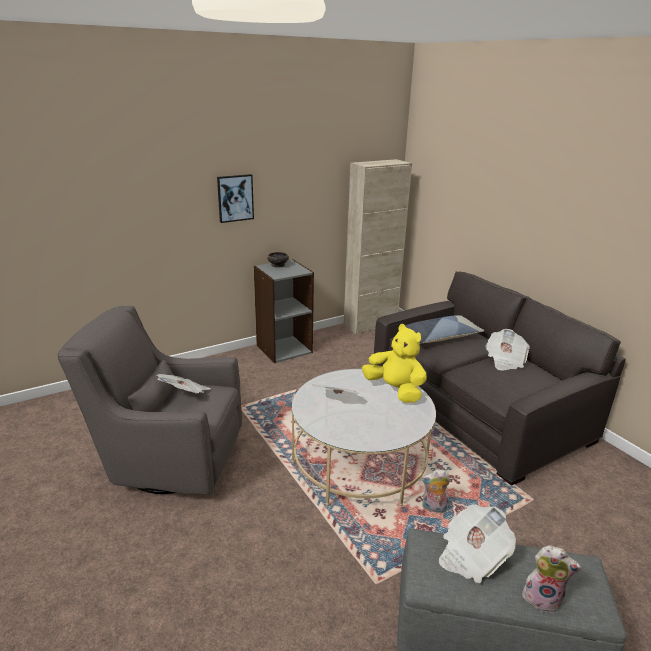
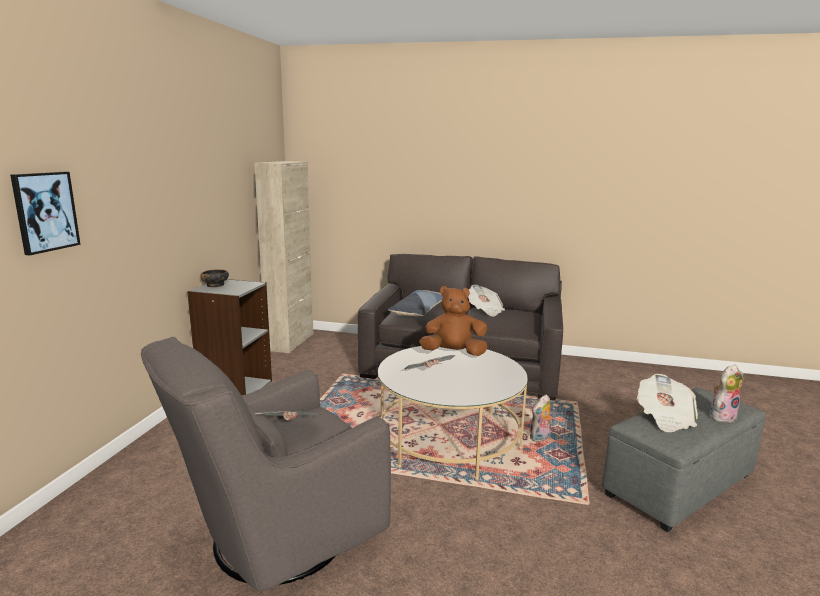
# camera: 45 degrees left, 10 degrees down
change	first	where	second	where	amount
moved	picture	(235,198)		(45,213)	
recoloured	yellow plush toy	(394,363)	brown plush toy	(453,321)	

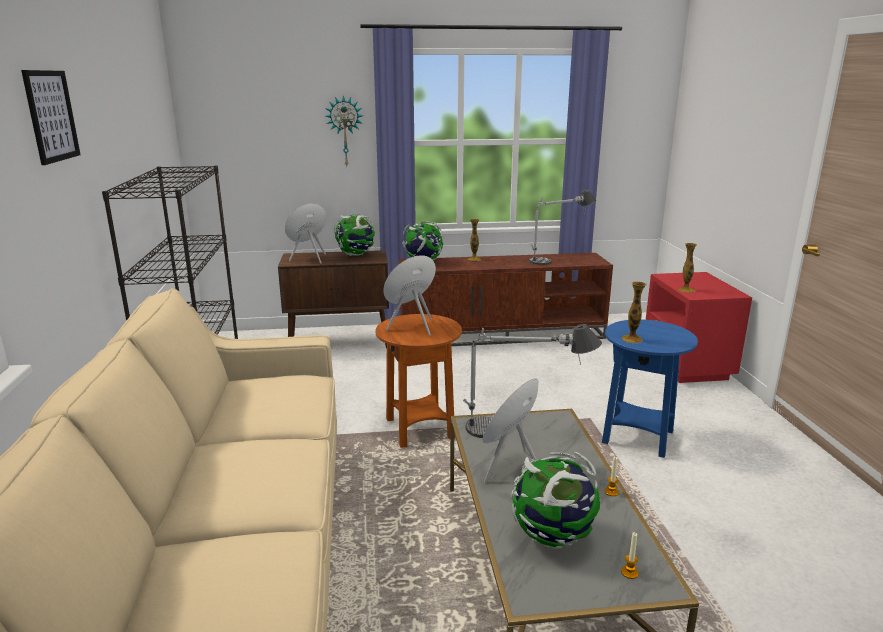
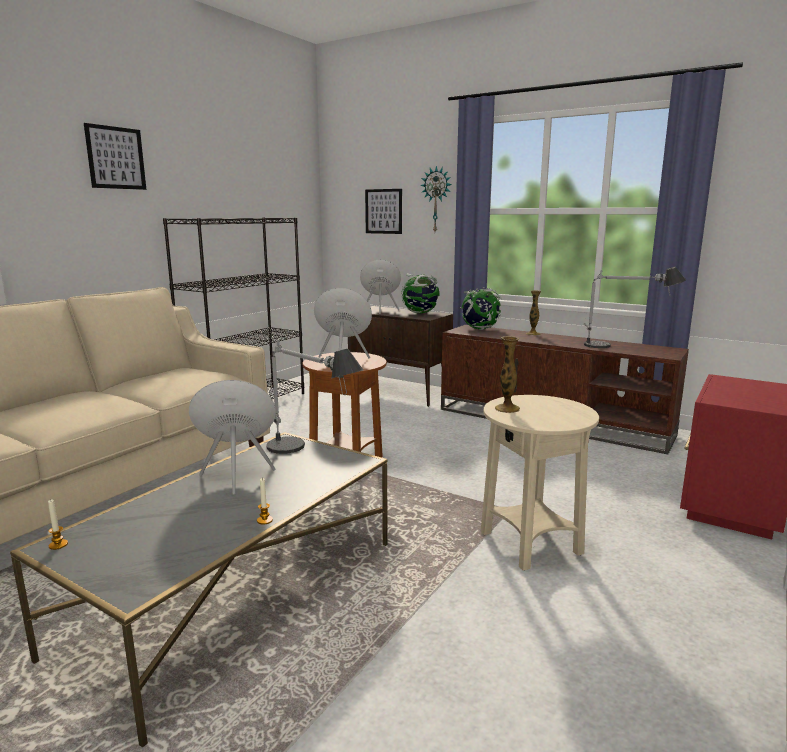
# camera: 40 degrees right, 5 degrees down
change	first	where	second	where	amount
removed	globe	(555,500)			
recoloured	blue side table	(650,388)	beige side table	(540,483)	
moved	candle	(630,555)		(58,524)	
removed	vase	(687,267)			
added			picture	(383,211)	

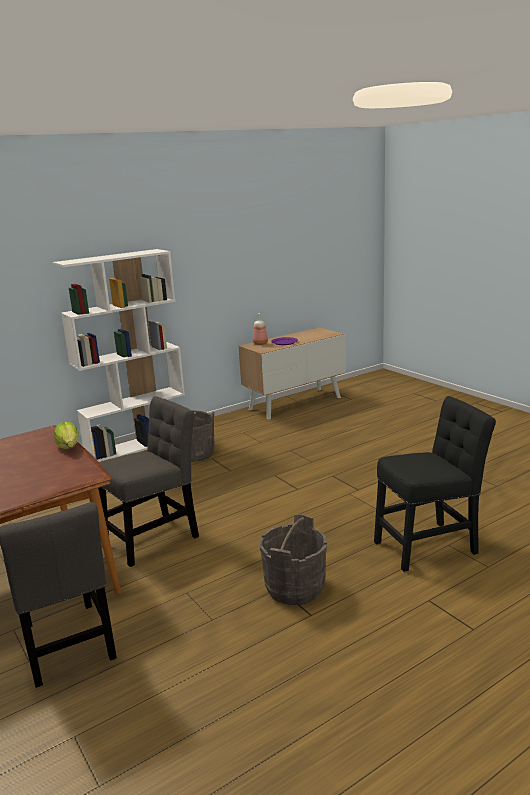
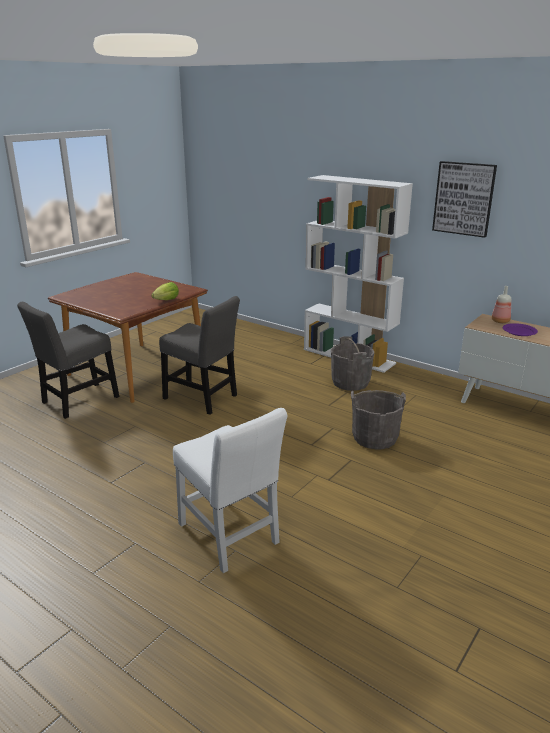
# camera: 70 degrees right, 5 degrees up
change	first	where	second	where	amount
moved	grey bucket	(293,559)		(378,420)	
recoloured	black chair	(435,484)	white chair	(230,490)	
added			picture	(464,199)	

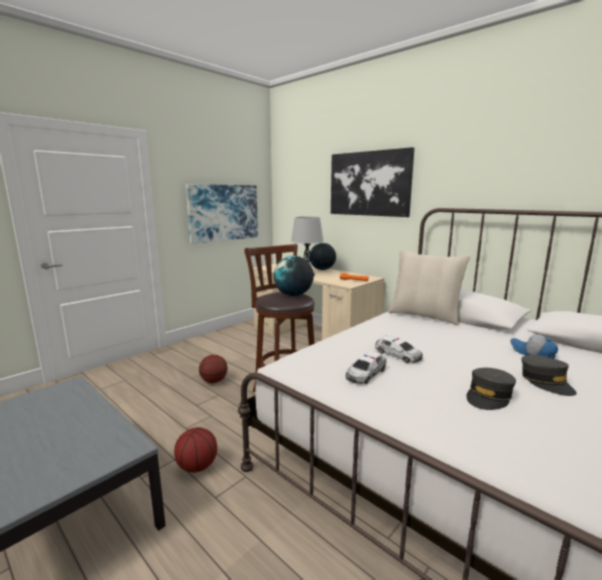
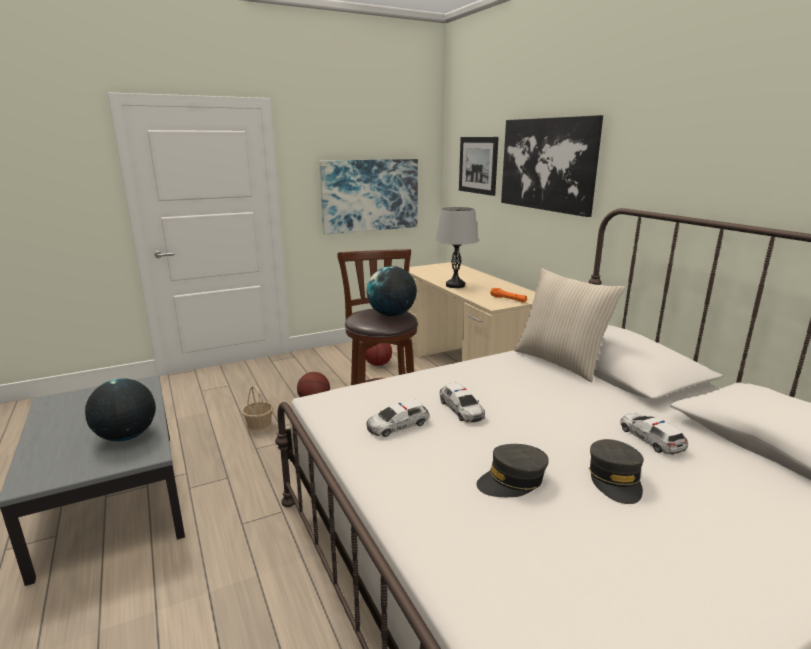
# camera: 20 degrees right, 5 degrees up
change	first	where	second	where	amount
moved	basketball	(195,450)		(378,354)	
moved	globe	(322,256)		(120,409)	
replaced	cap	(534,346)	toy car	(654,434)	
added			basket	(257,409)	
added			picture	(479,166)	

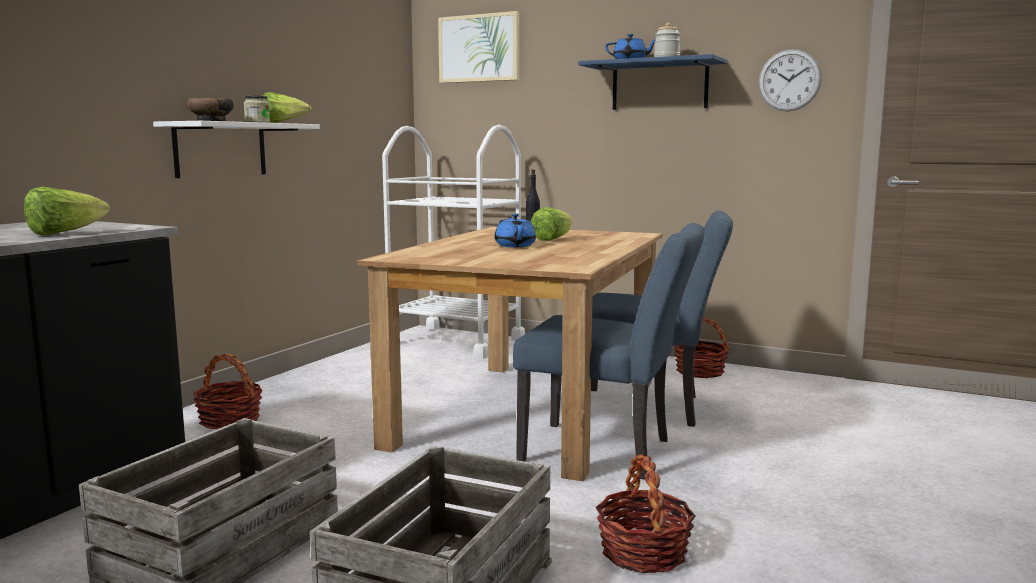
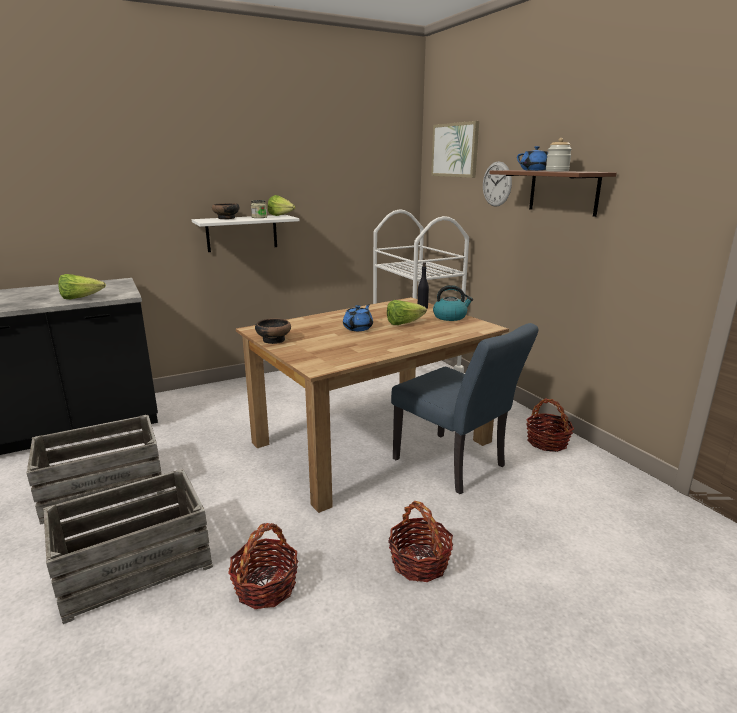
# camera: 35 degrees right, 10 degrees up
change	first	where	second	where	amount
moved	basket	(228,391)		(420,541)	
removed	blue chair	(608,351)			
recoloured	blue shelf	(652,82)	brown shelf	(553,193)	
moved	wall clock	(790,80)		(497,184)	
added			bowl	(273,331)	
added			kettle	(453,303)	

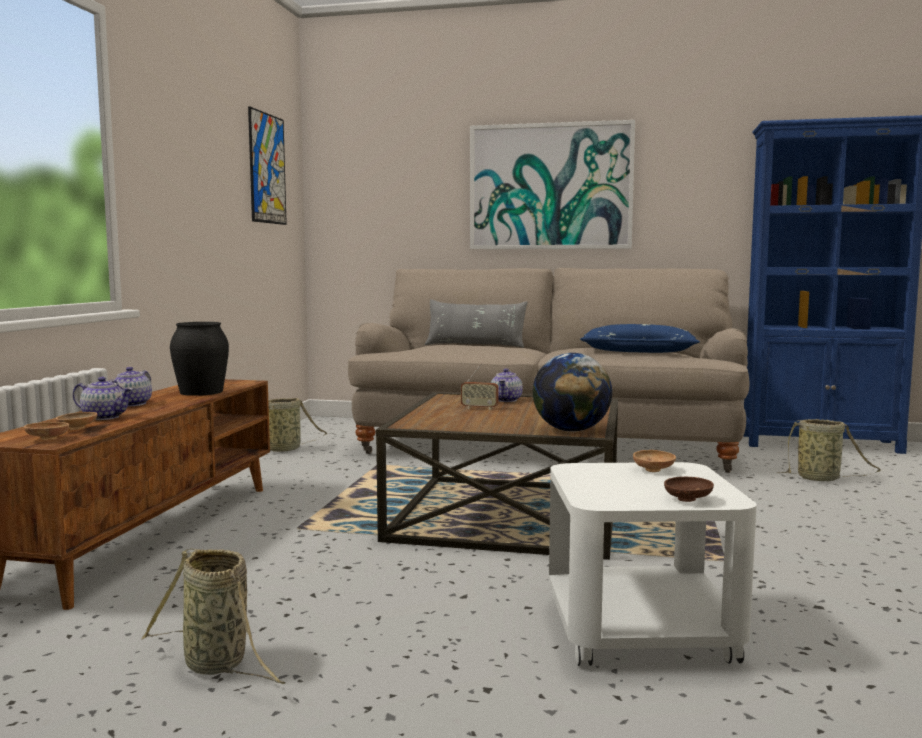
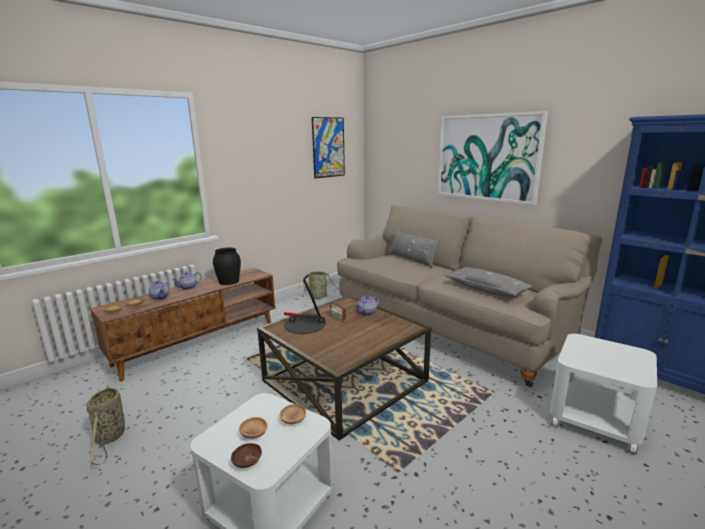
# camera: 35 degrees right, 10 degrees up
change	first	where	second	where	amount
removed	globe	(572,392)			
recoloured	blue pillow	(640,338)	grey pillow	(489,282)	
replaced	basket	(828,450)	white side table	(603,394)	
added			brown bowl	(253,428)	
added			table lamp	(305,304)	

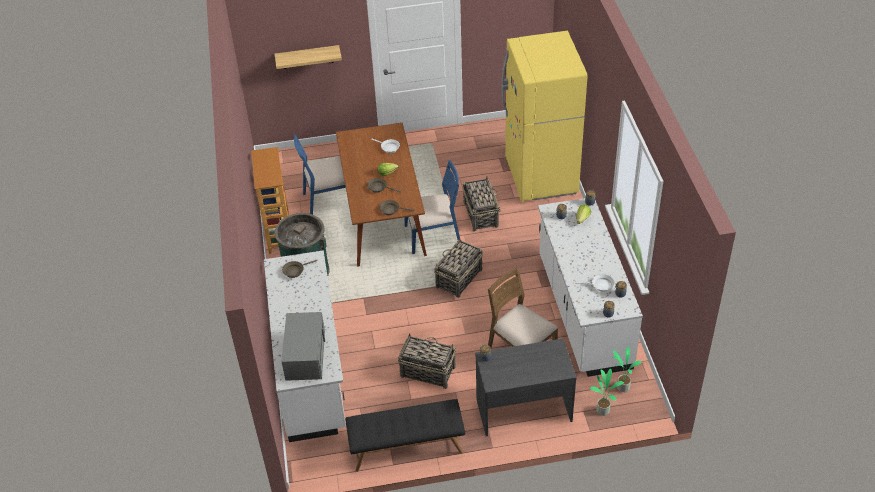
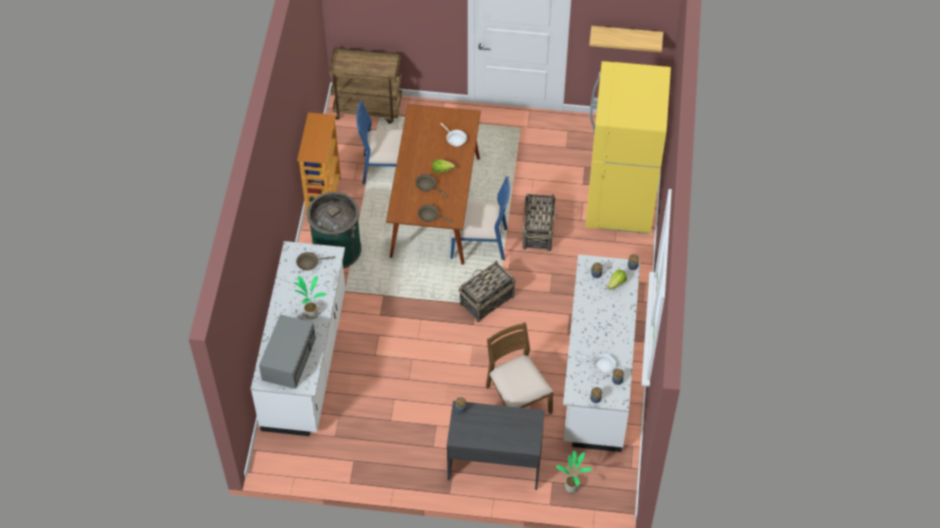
# camera: 15 degrees right, 10 degrees up
change	first	where	second	where	amount
moved	shelf	(308,57)		(626,39)	
removed	black bench	(405,435)			
removed	basket	(427,361)			
moved	potted plant	(627,369)		(309,297)	
added			brown cart	(365,85)	

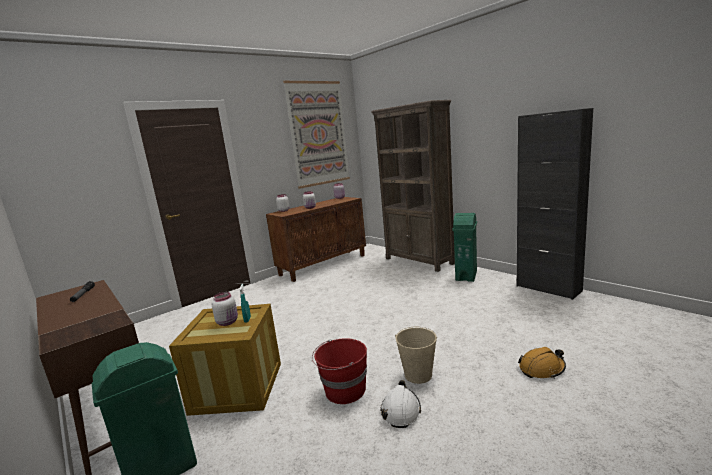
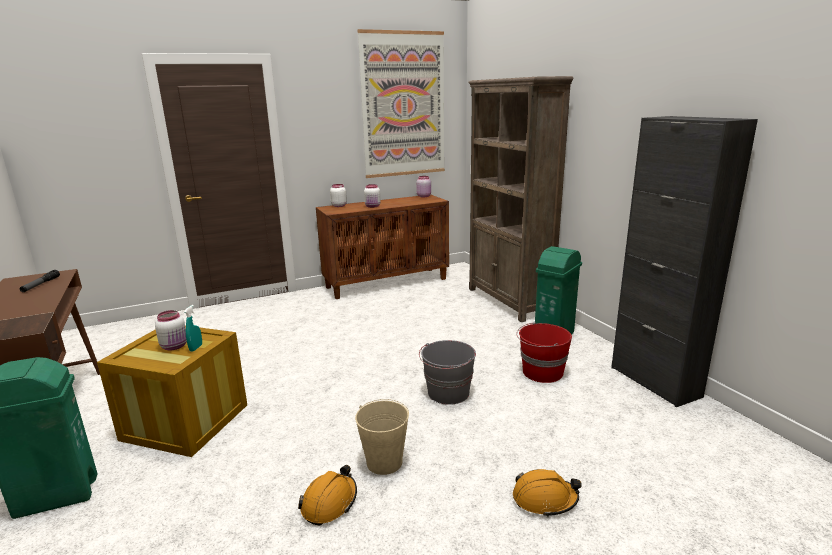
# camera: 15 degrees right, 5 degrees up
change	first	where	second	where	amount
moved	red bucket	(339,371)		(544,352)	
recoloured	white hard hat	(401,404)	orange hard hat	(327,495)	
added			grey bucket	(447,372)	

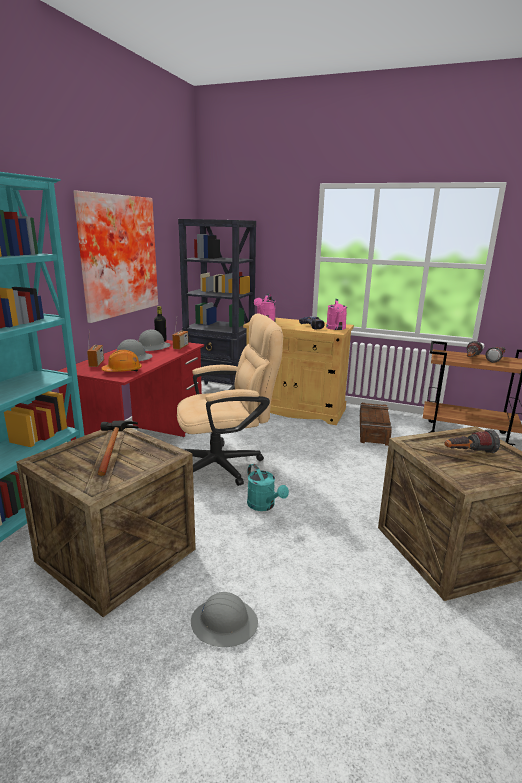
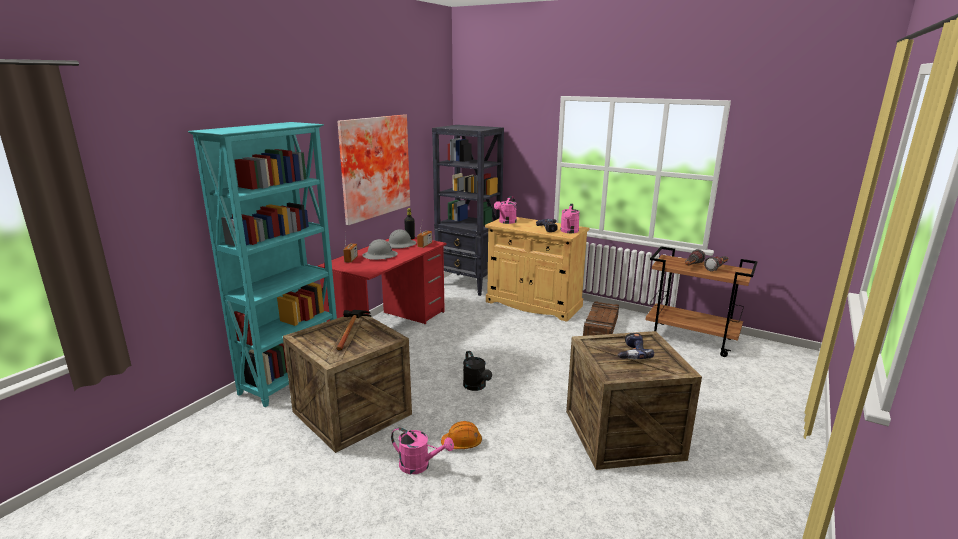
# camera: 10 degrees right, 0 degrees up
change	first	where	second	where	amount
moved	orange hard hat	(121,361)		(461,435)	
removed	beige office chair	(230,399)			
replaced	grey hard hat	(224,619)	pink watering can	(422,450)	
recoloured	turquoise watering can	(268,487)	black watering can	(477,371)	
replaced	flashlight	(472,441)	power drill	(636,346)	

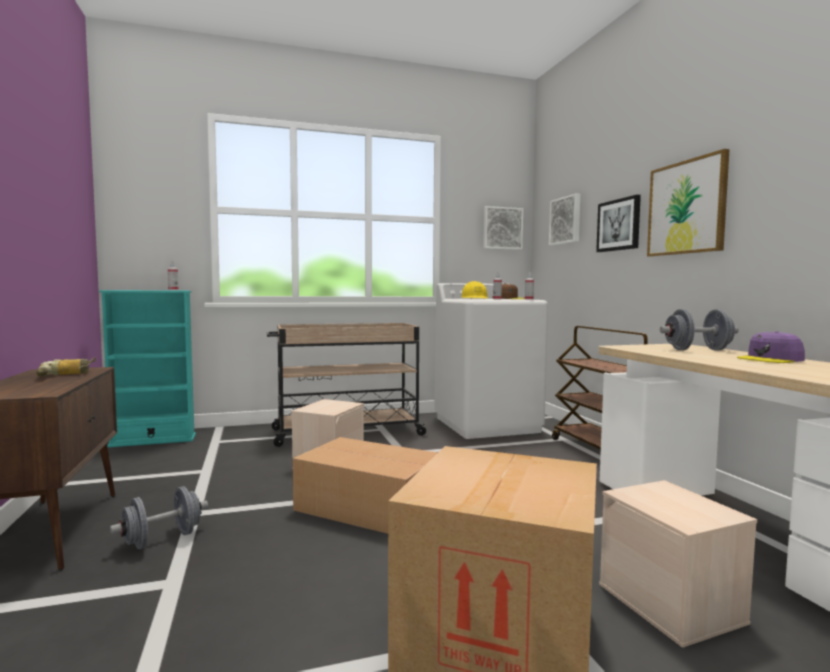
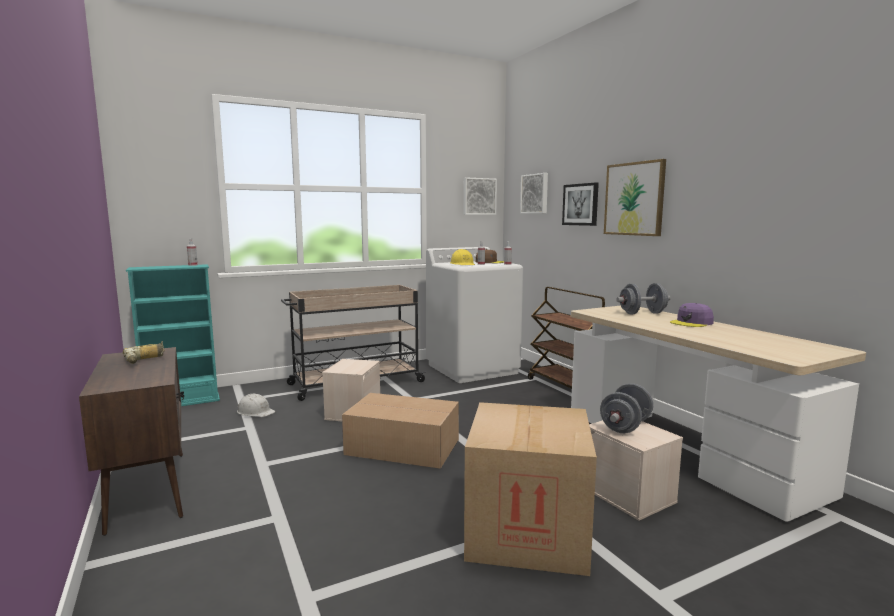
# camera: 10 degrees left, 5 degrees up
change	first	where	second	where	amount
moved	grey dumbbell	(159,517)		(626,408)	
added			white hard hat	(256,405)	

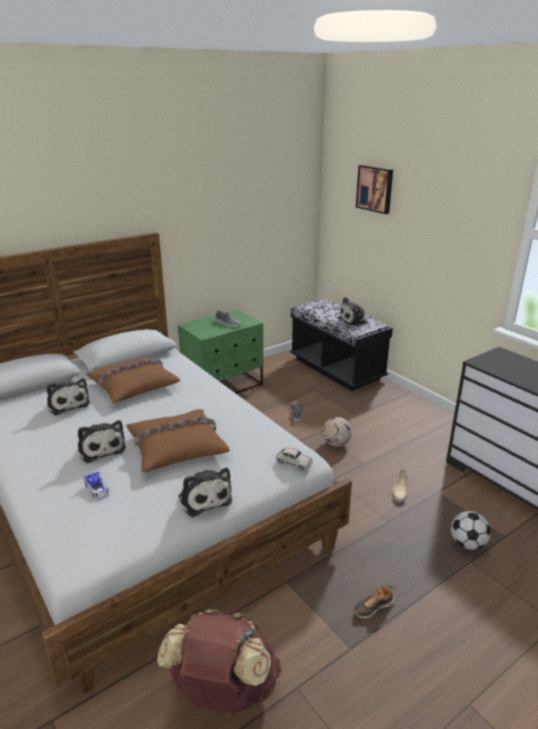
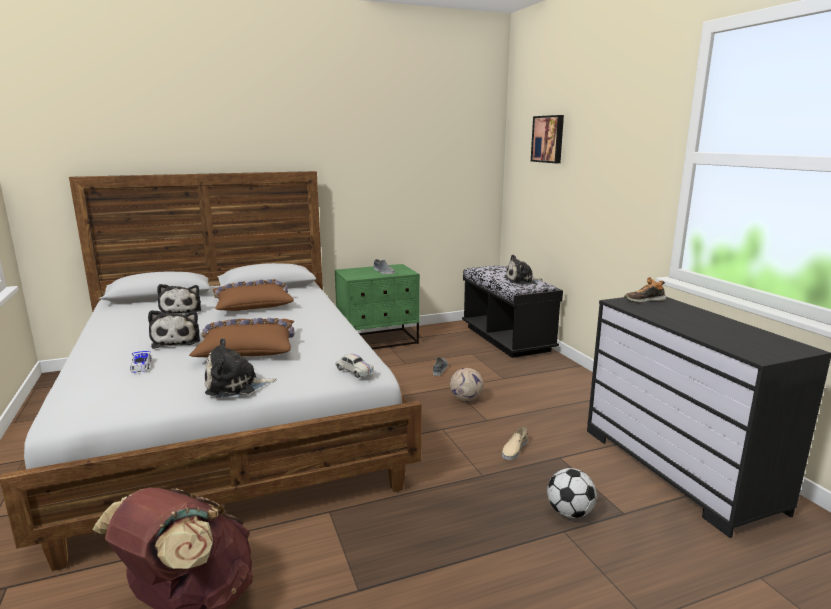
# camera: 15 degrees right, 10 degrees down
change	first	where	second	where	amount
turned	plush toy	(205,493)		(241,367)	90 degrees clockwise
moved	shoe	(374,602)		(645,290)	

